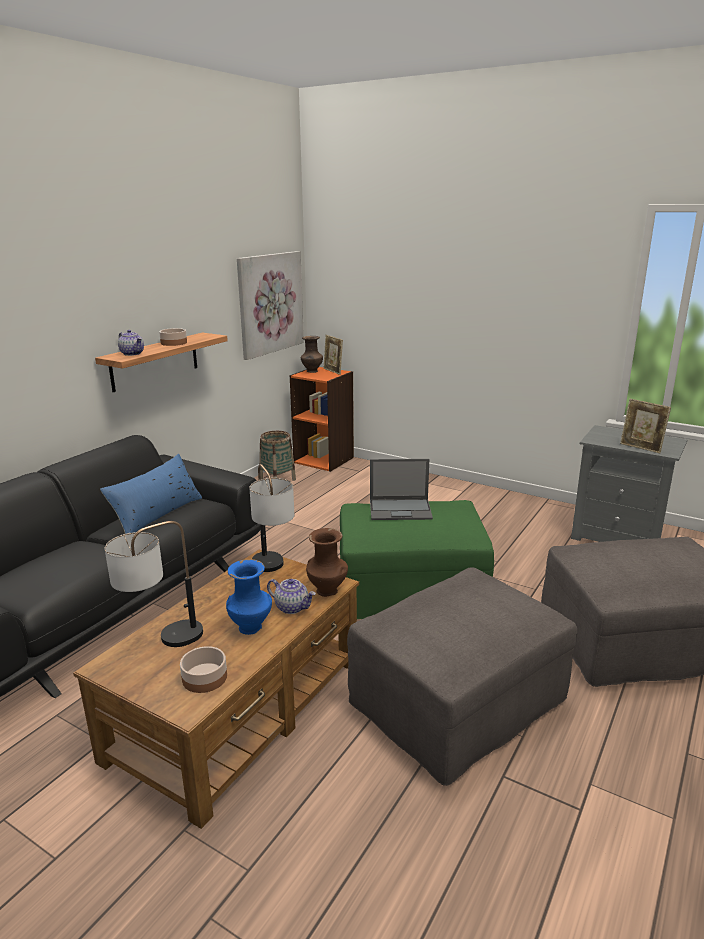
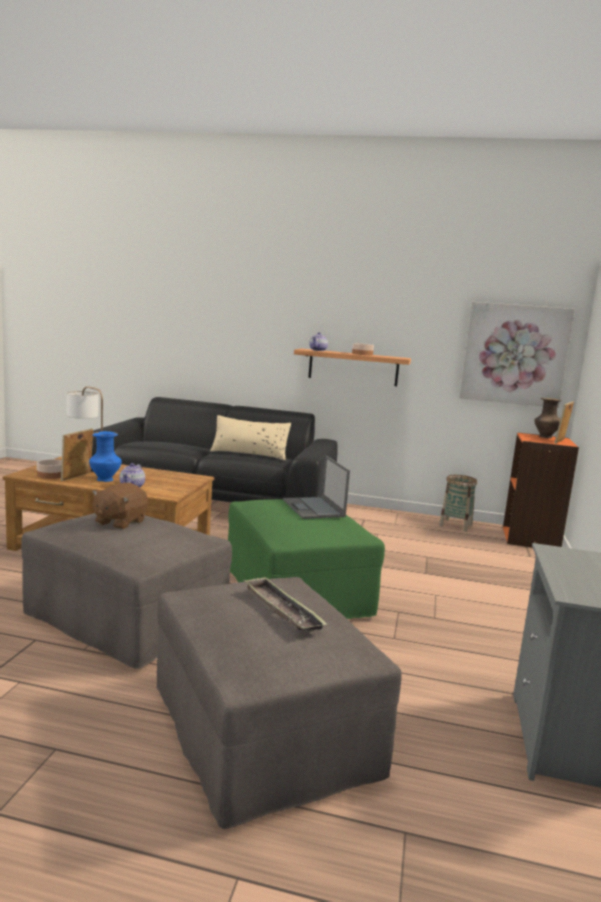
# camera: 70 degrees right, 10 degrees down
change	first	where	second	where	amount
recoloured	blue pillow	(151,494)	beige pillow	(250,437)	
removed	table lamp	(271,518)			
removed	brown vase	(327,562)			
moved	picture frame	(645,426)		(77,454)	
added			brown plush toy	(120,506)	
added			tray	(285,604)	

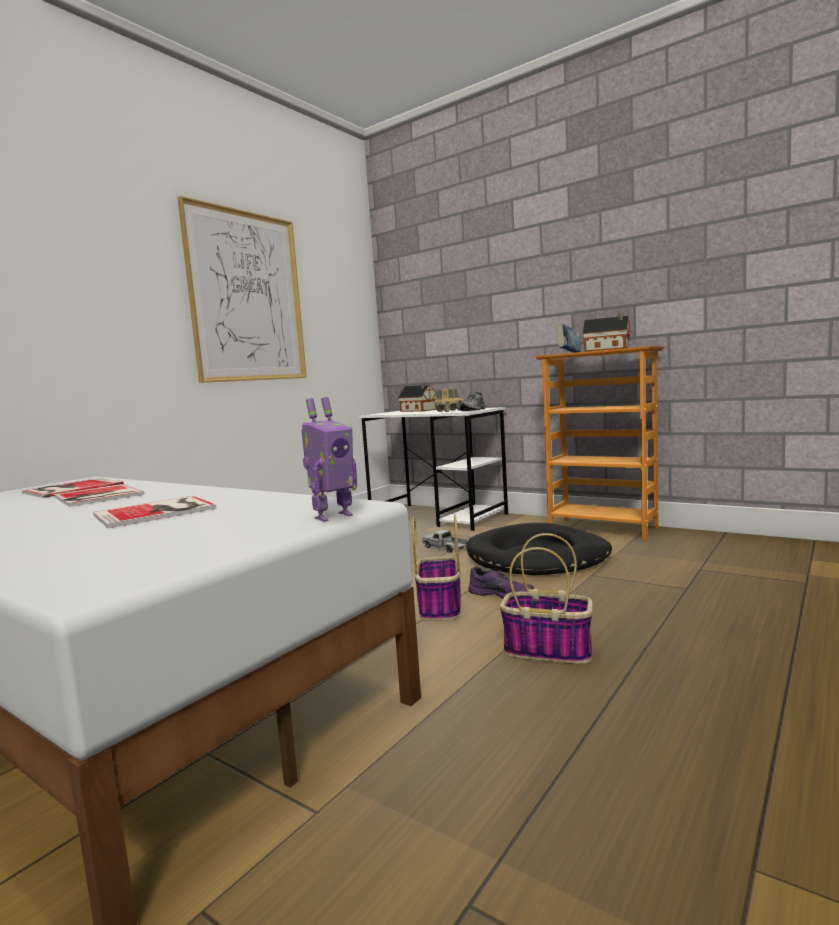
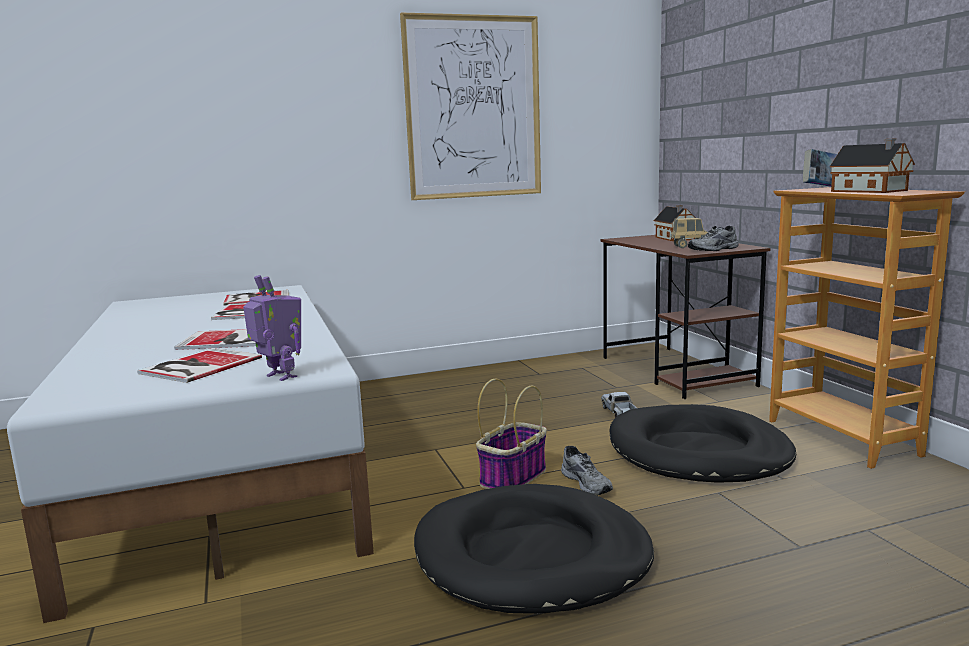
# camera: 35 degrees right, 5 degrees up
change	first	where	second	where	amount
turned	toy robot	(329,459)		(272,328)	135 degrees counterclockwise
recoloured	white desk	(433,469)	brown desk	(685,317)	
recoloured	purple shoe	(501,583)	grey shoe	(587,470)	
replaced	basket	(546,598)	black dog bed	(534,549)	
added			book	(199,365)	

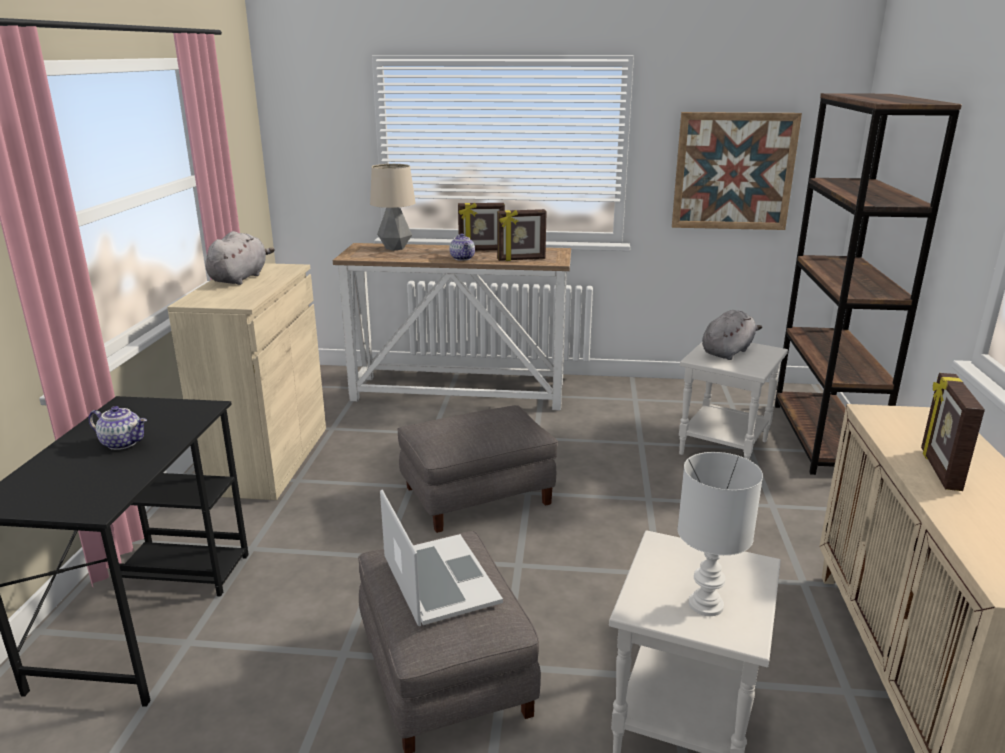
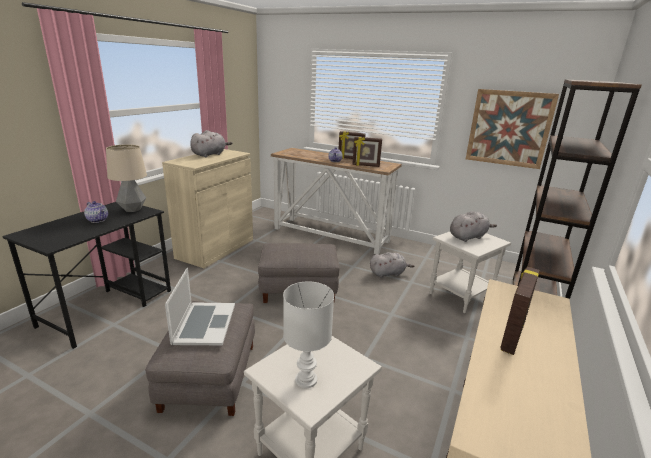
# camera: 20 degrees right, 0 degrees up
change	first	where	second	where	amount
moved	table lamp	(393,207)		(126,178)	
added			grey plush toy	(392,265)	

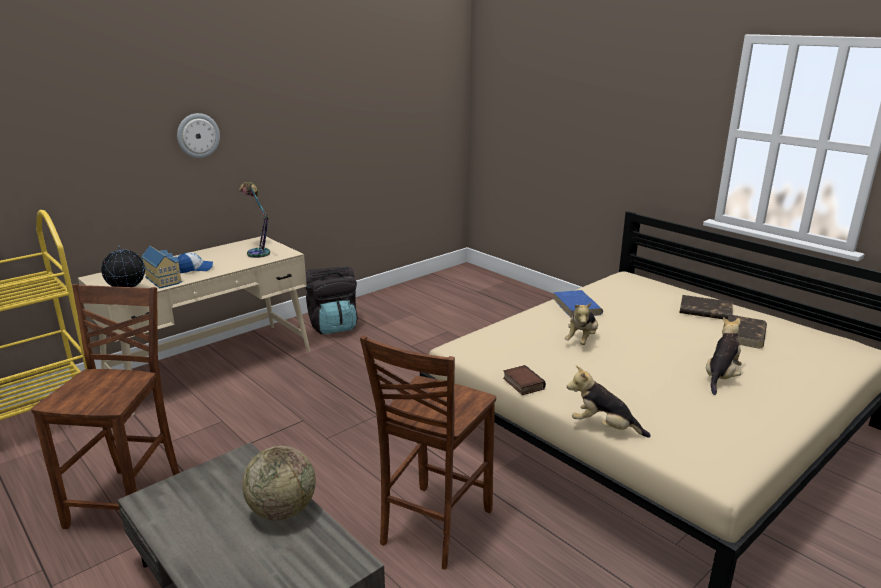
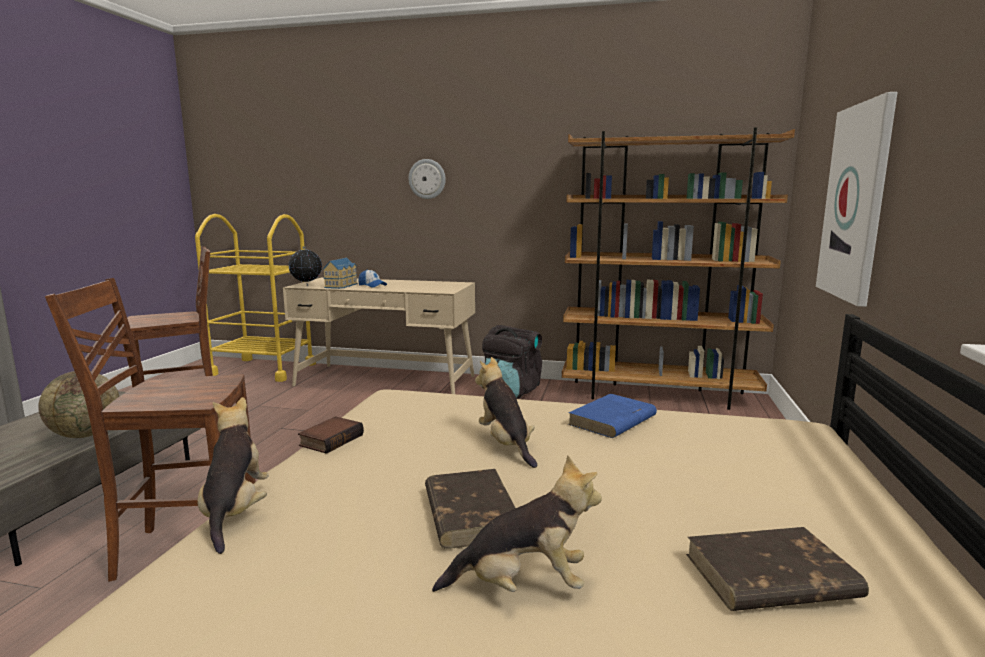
# camera: 55 degrees right, 10 degrees down
change	first	where	second	where	amount
removed	table lamp	(254,220)			
turned	plush toy	(581,324)		(506,412)	75 degrees clockwise
moved	brown book	(706,307)		(470,509)	
added			brown bookcase	(678,268)	
added			picture	(857,199)	

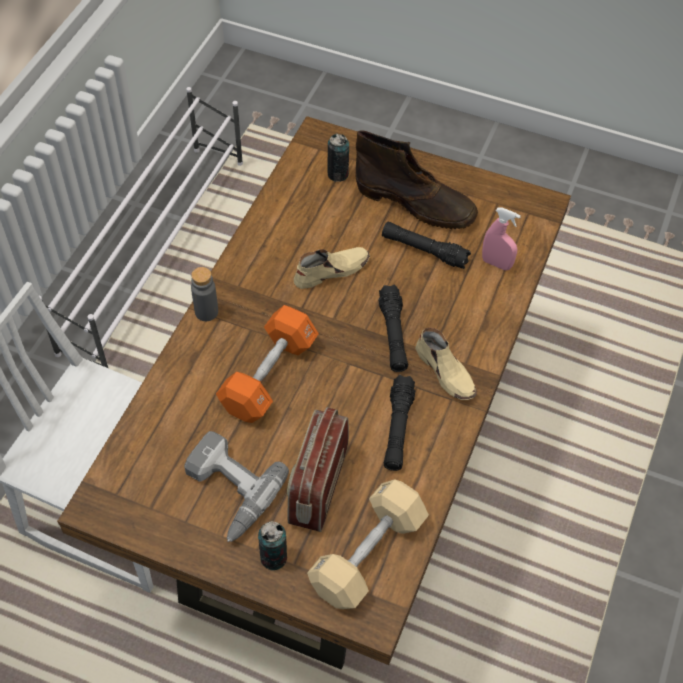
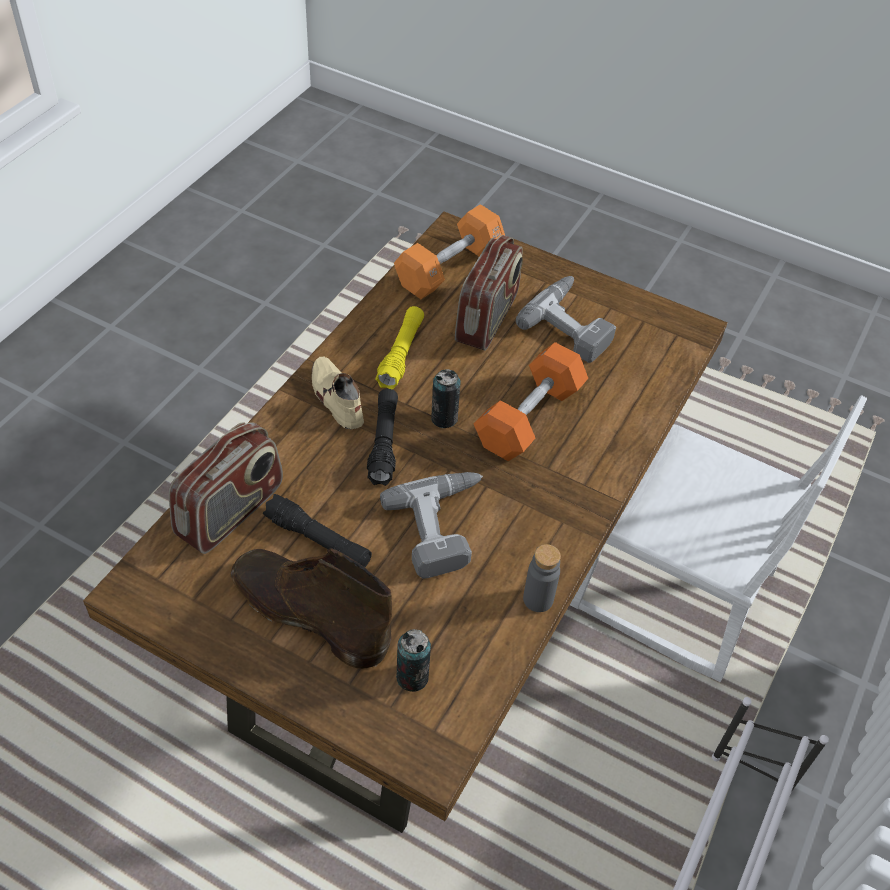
# camera: 175 degrees left, 5 degrees down
change	first	where	second	where	amount
moved	grey bottle	(204,294)		(542,578)	
moved	can	(272,546)		(446,398)	
replaced	beige shoe	(332,268)	power drill	(431,525)	
recoloured	beige dumbbell	(368,544)	orange dumbbell	(449,251)	
recoloured	black flashlight	(399,423)	yellow flashlight	(399,348)	
replaced	pink spray bottle	(501,239)	radio	(226,488)	

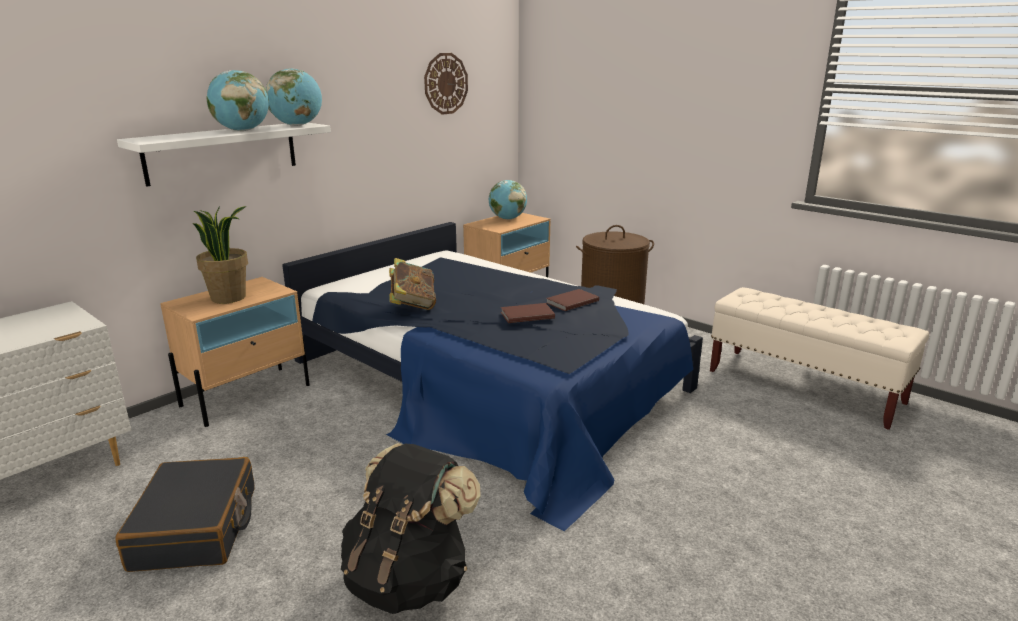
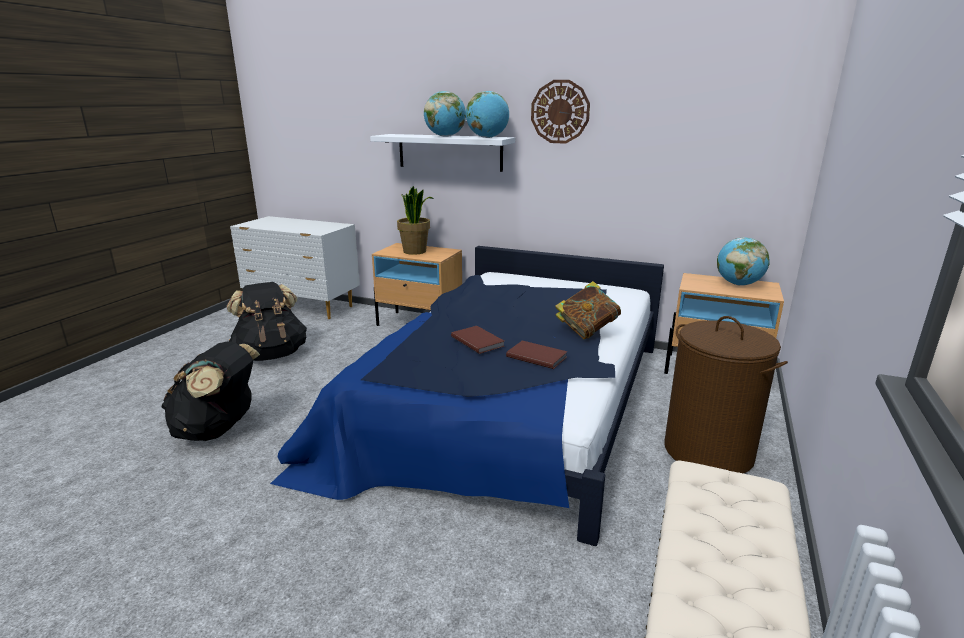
# camera: 70 degrees right, 0 degrees up
change	first	where	second	where	amount
replaced	black suitcase	(185,514)	black backpack	(267,321)	
moved	book	(412,284)		(588,310)	
moved	wall clock	(446,84)		(560,112)	

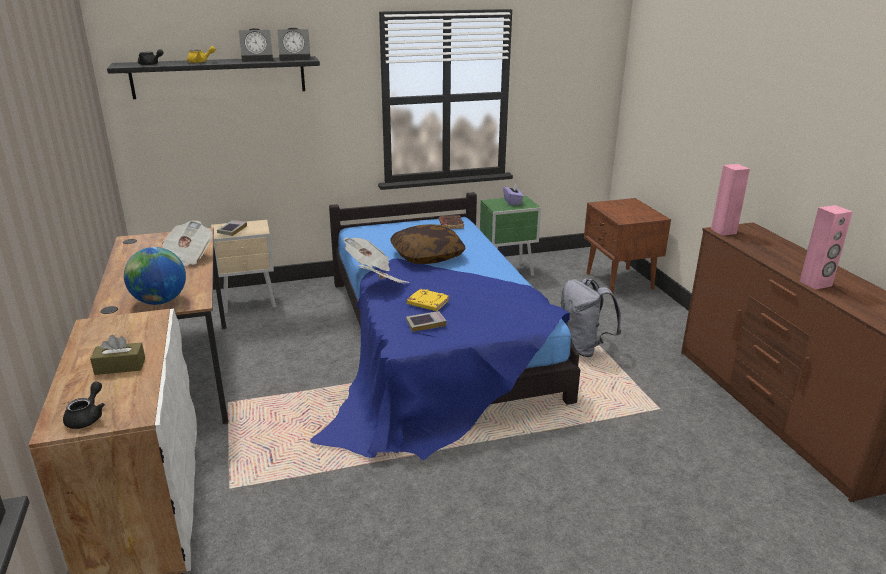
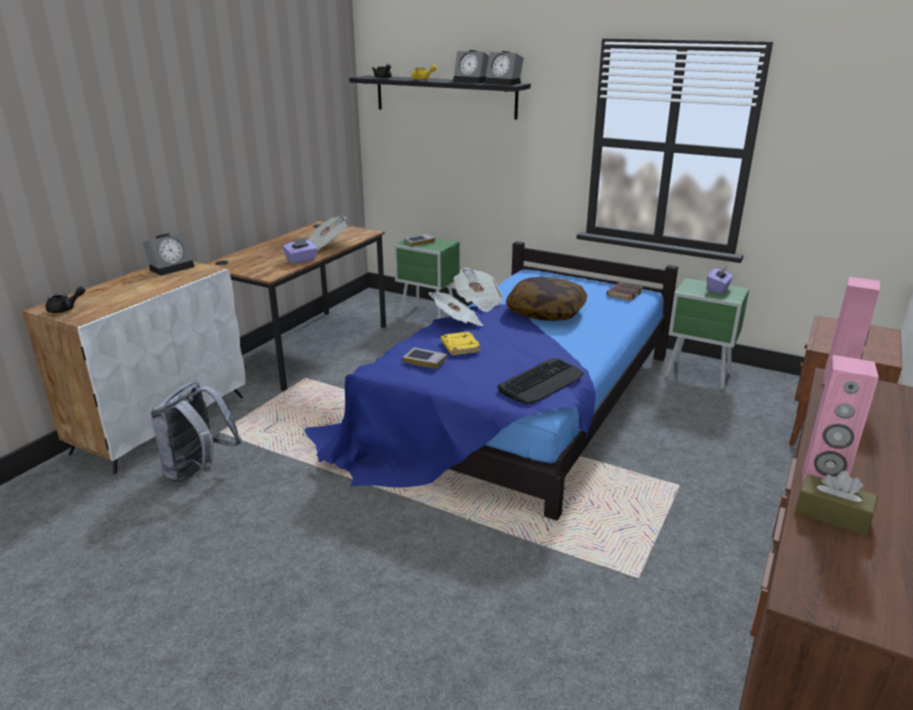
# camera: 45 degrees right, 0 degrees up
change	first	where	second	where	amount
moved	brown tissue box	(117,355)		(836,503)	
removed	globe	(155,276)			
recoloured	beige nightstand	(243,267)	green nightstand	(427,277)	
moved	grey backpack	(591,317)		(196,432)	
added			alarm clock	(169,254)	
added			purple tissue box	(300,251)	
added			keyboard	(541,381)	

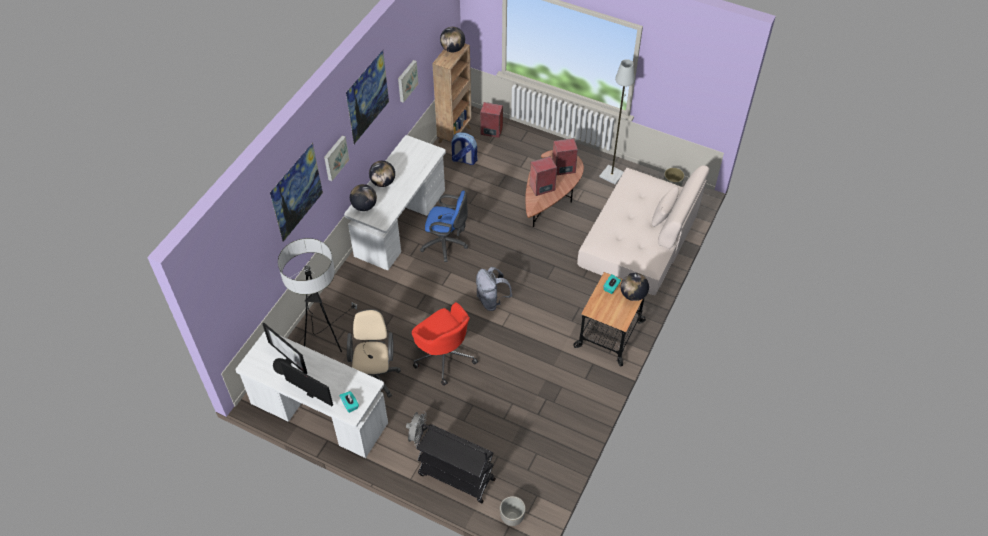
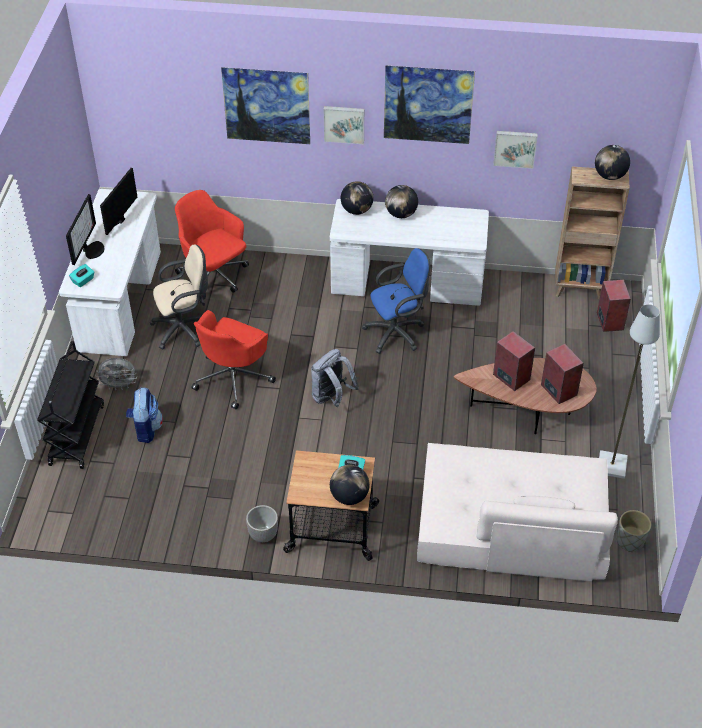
# camera: 70 degrees right, 5 degrees down
change	first	where	second	where	amount
replaced	floor lamp	(318,295)	red office chair	(212,241)	
turned	blue office chair	(444,226)		(396,301)	105 degrees counterclockwise
moved	backpack	(464,148)		(144,415)	
moved	planter	(513,511)		(262,523)	

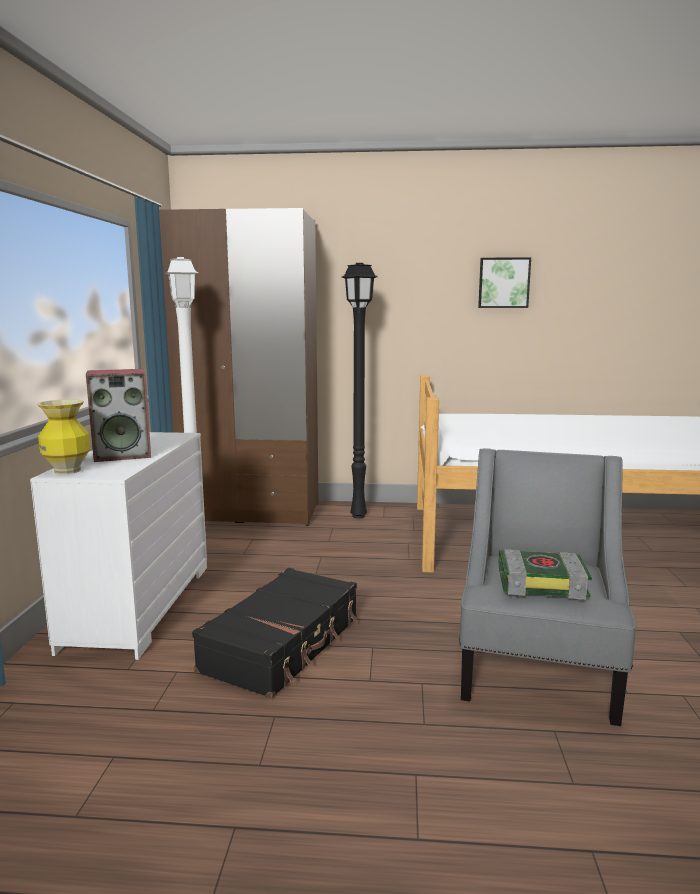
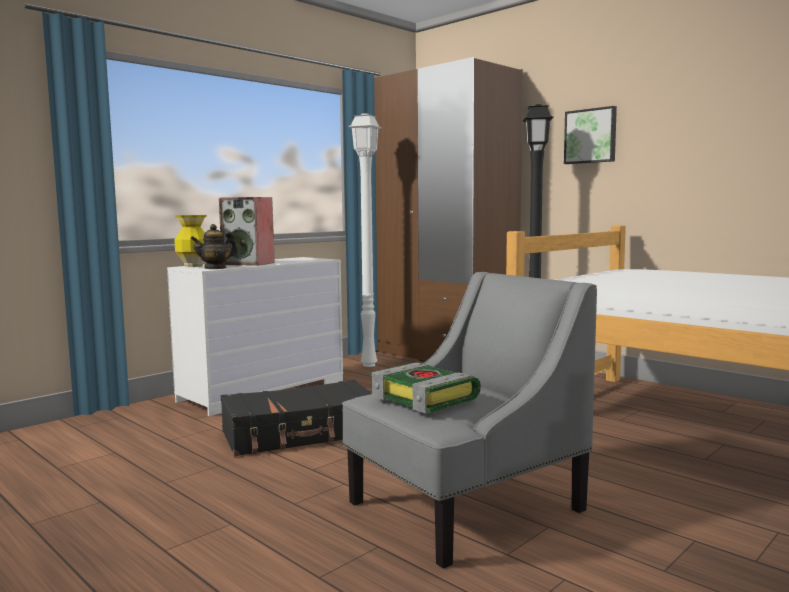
# camera: 40 degrees right, 5 degrees down
change	first	where	second	where	amount
moved	picture	(504,282)		(590,135)	
added			teapot	(214,246)	

